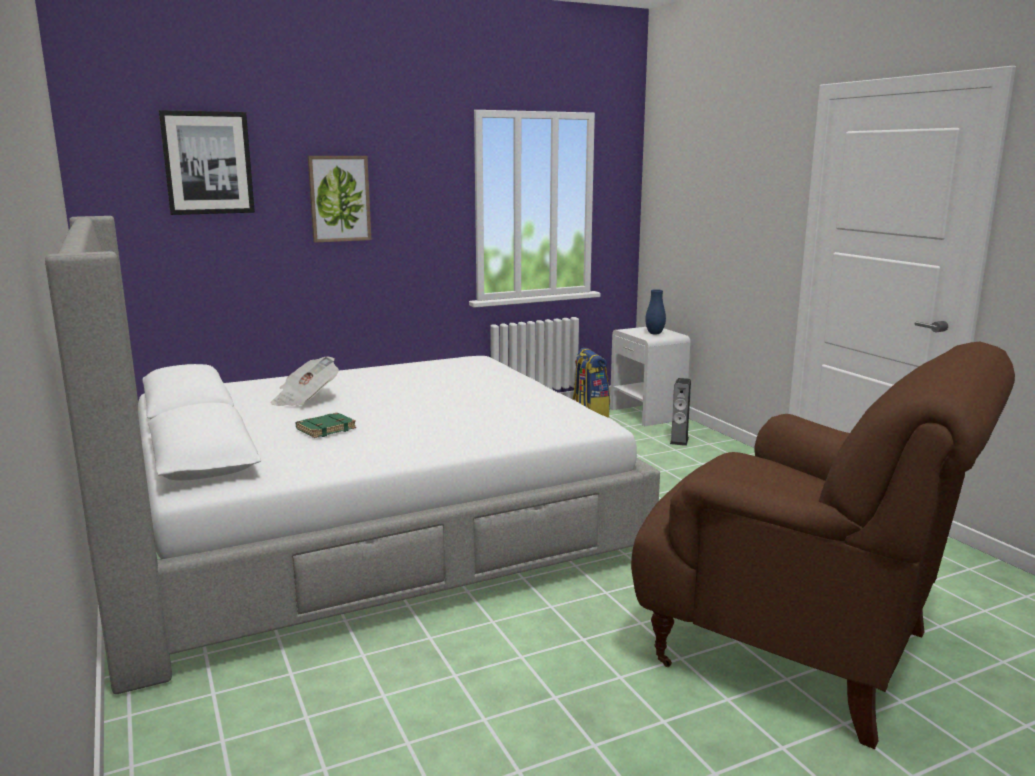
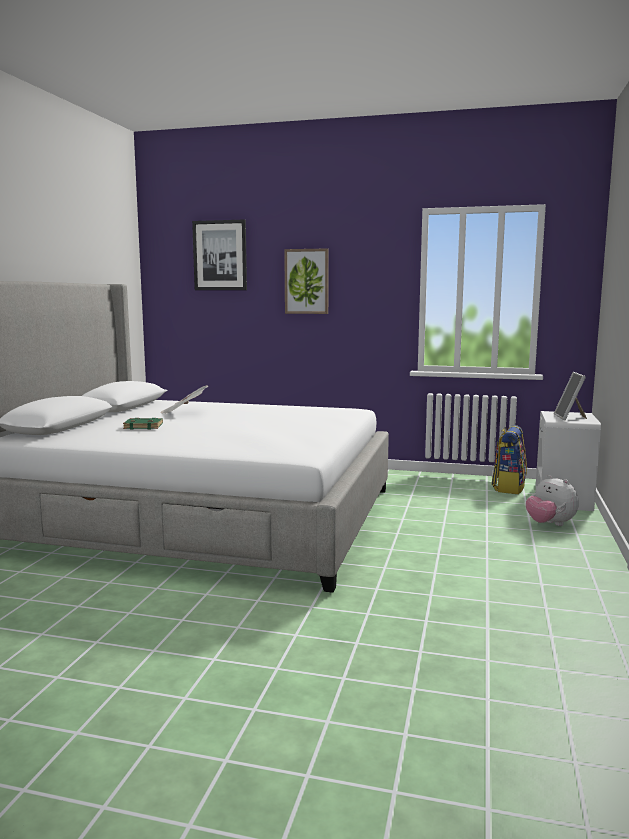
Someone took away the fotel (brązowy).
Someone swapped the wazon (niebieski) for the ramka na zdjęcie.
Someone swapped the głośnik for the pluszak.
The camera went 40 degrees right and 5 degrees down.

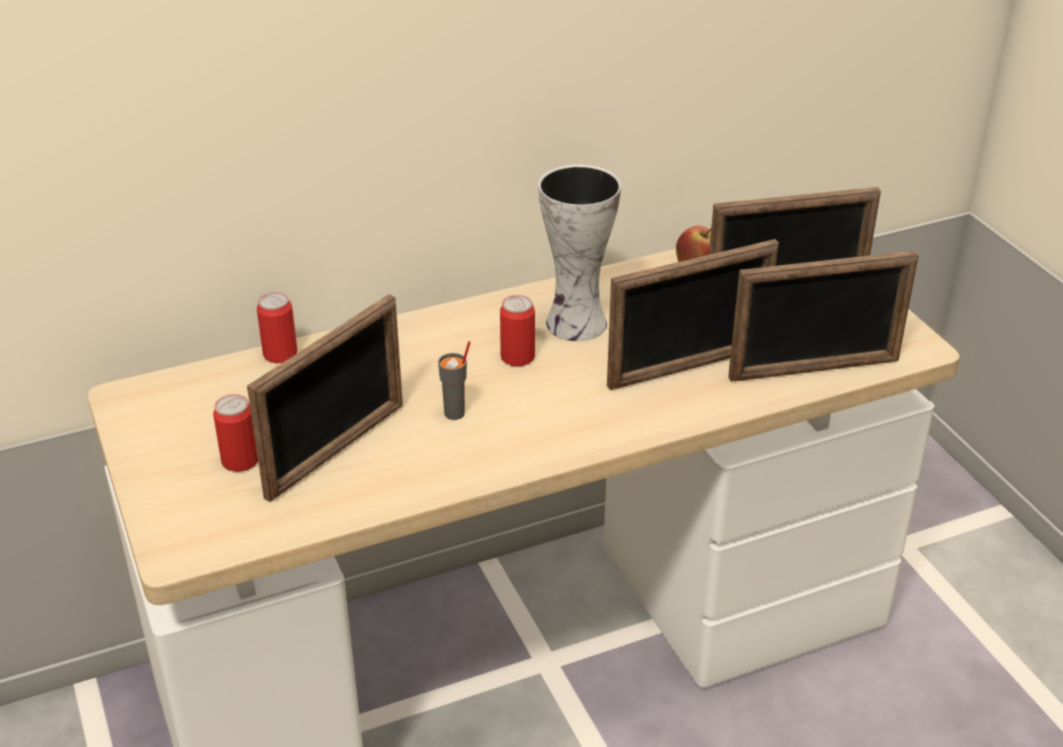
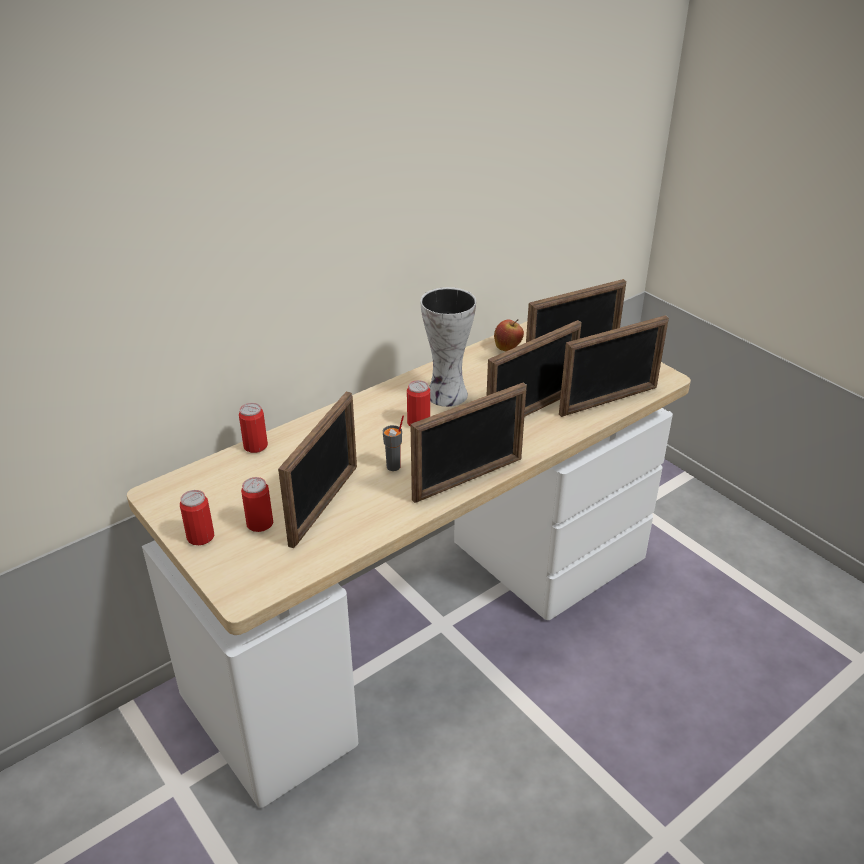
Someone put down the puszka (no. 1 from left).
Someone put down the ramka na zdjęcie (no. 2 from left).
The camera went 15 degrees left and 0 degrees up.

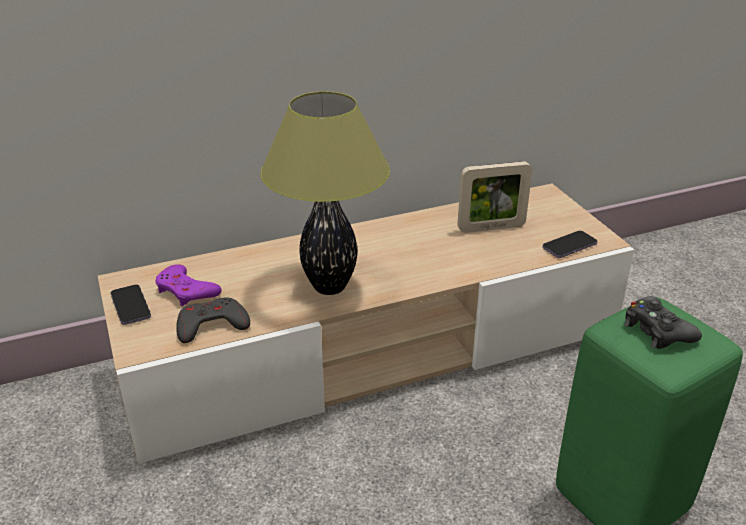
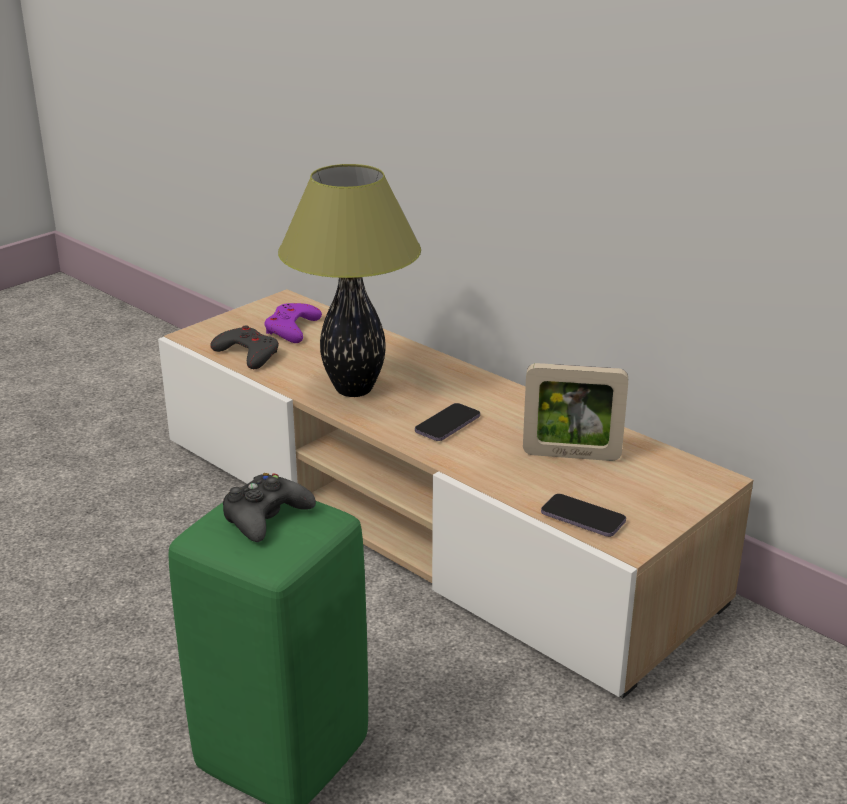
Someone carried the telefon (no. 1 from left).
Someone rotated the ramka na zdjęcie by 45 degrees counterclockwise.
The camera went 65 degrees right and 5 degrees down.

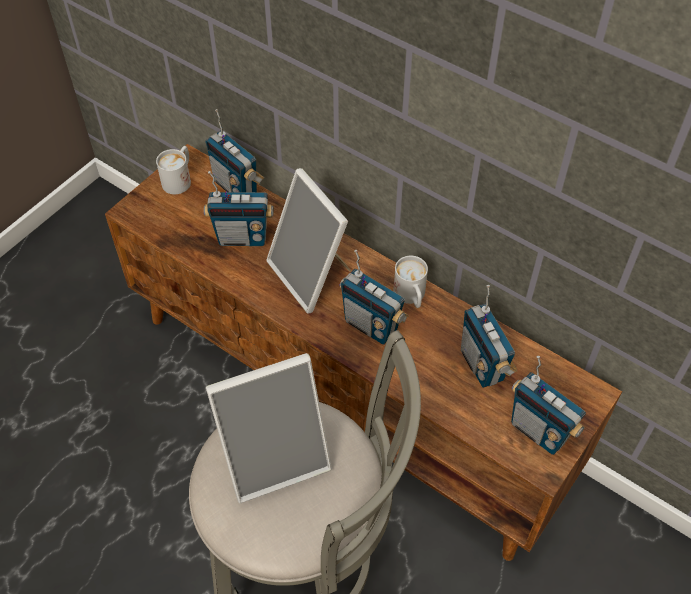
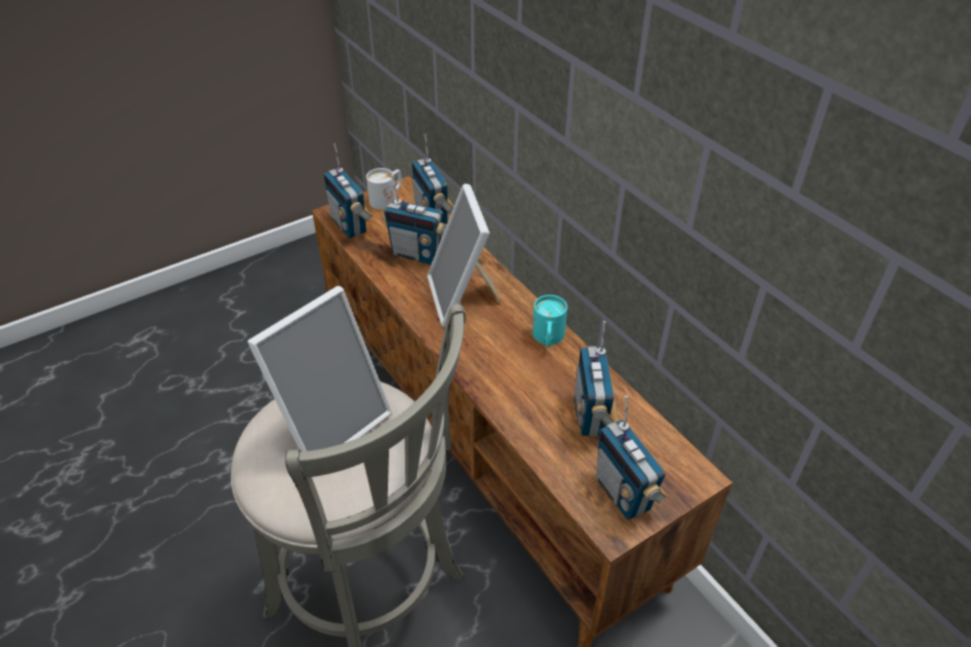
Someone rotated the ramka na zdjęcie (no. 1 from left) by 45 degrees counterclockwise.
Someone carried the radio (no. 3 from left in the first image).
Someone repainted the kubek (biały) (no. 2 from left), which became the kubek (turkusowy).
The camera went 20 degrees right and 10 degrees down.

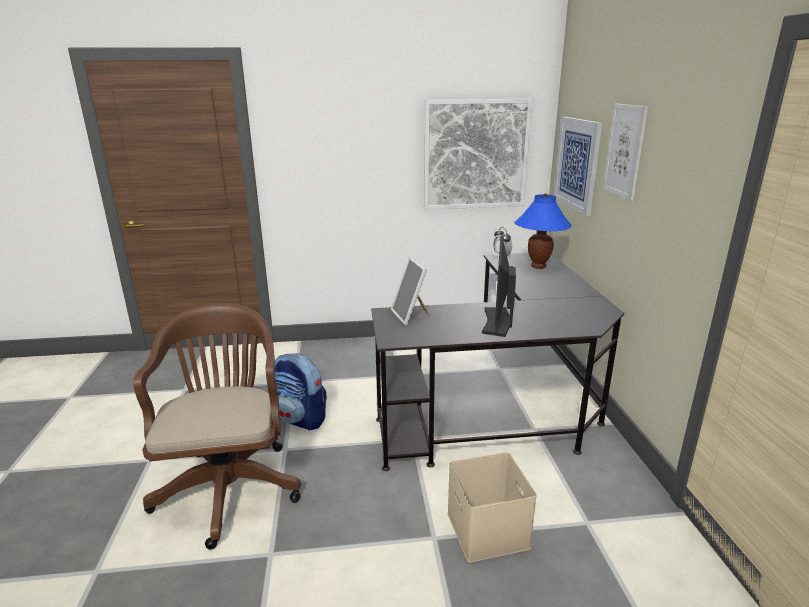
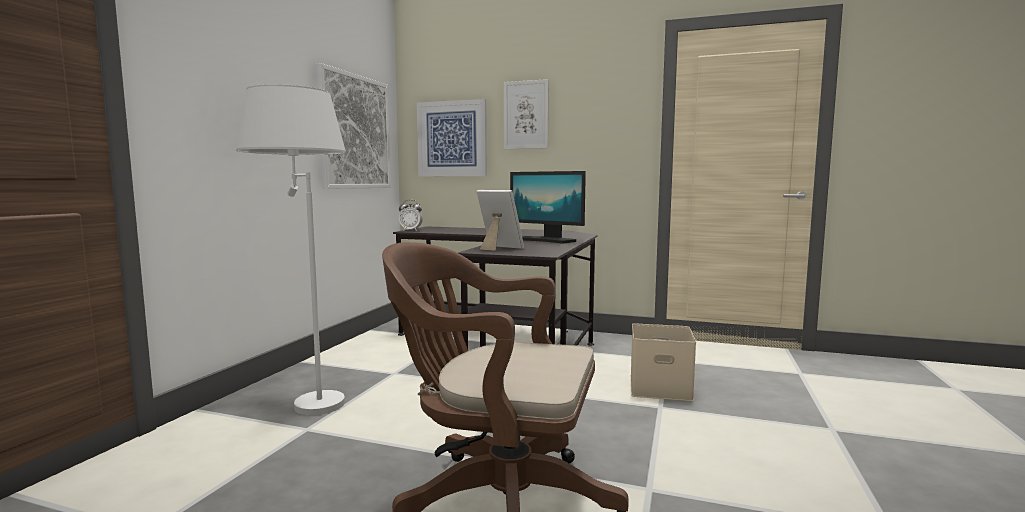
Someone took away the plecak.
Someone rotated the ramka na zdjęcie by 150 degrees counterclockwise.
Someone took away the lampa stołowa (niebieski).
Someone put down the lampa stojąca (biały).
The camera went 65 degrees left and 15 degrees down.

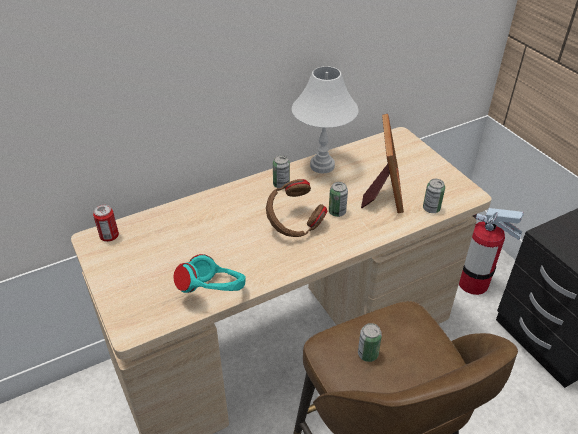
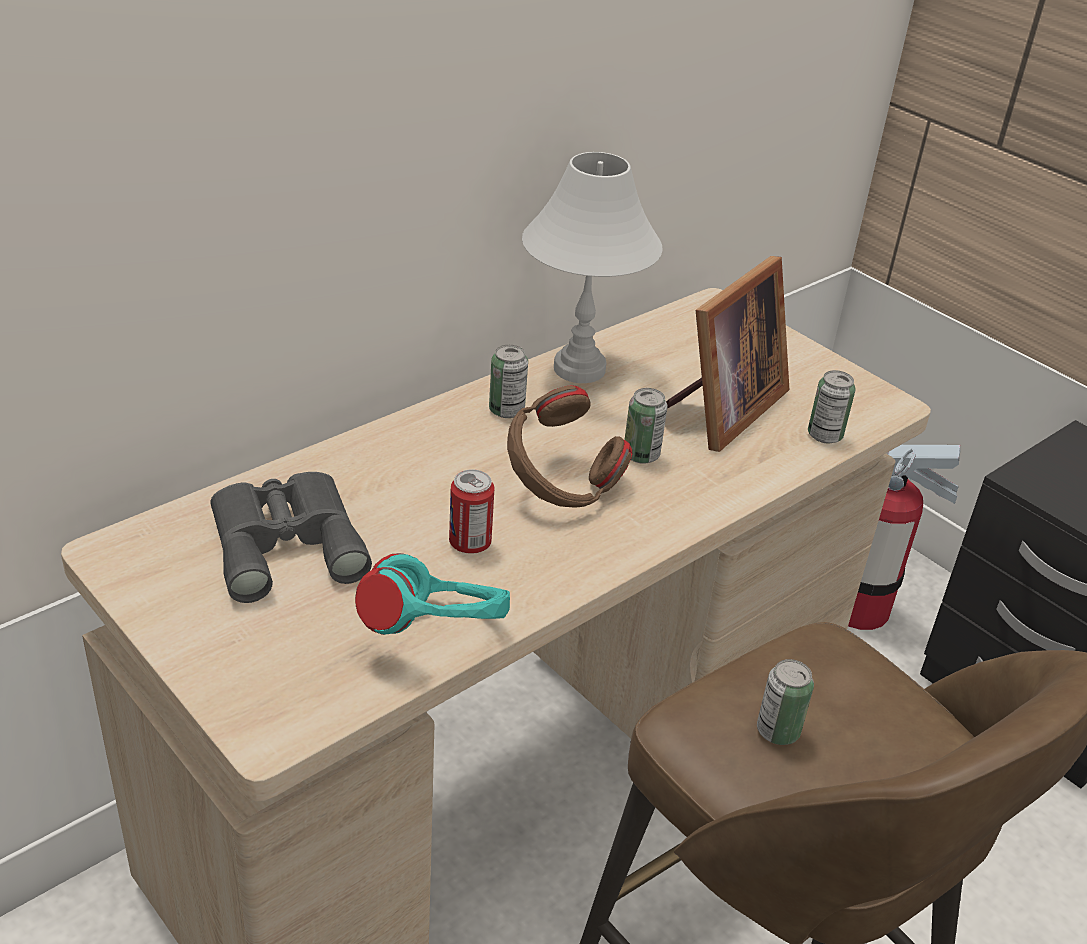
Someone carried the puszka (no. 1 from left).
Someone rotated the ramka na zdjęcie by 45 degrees clockwise.
Someone put down the lornetka (szary).
The camera went 15 degrees left and 5 degrees down.

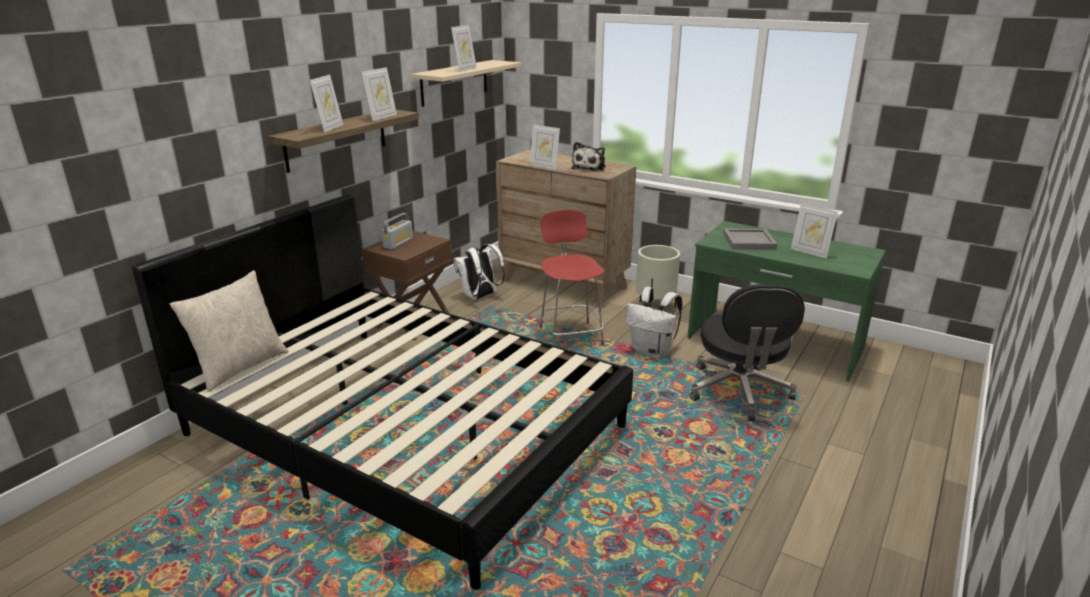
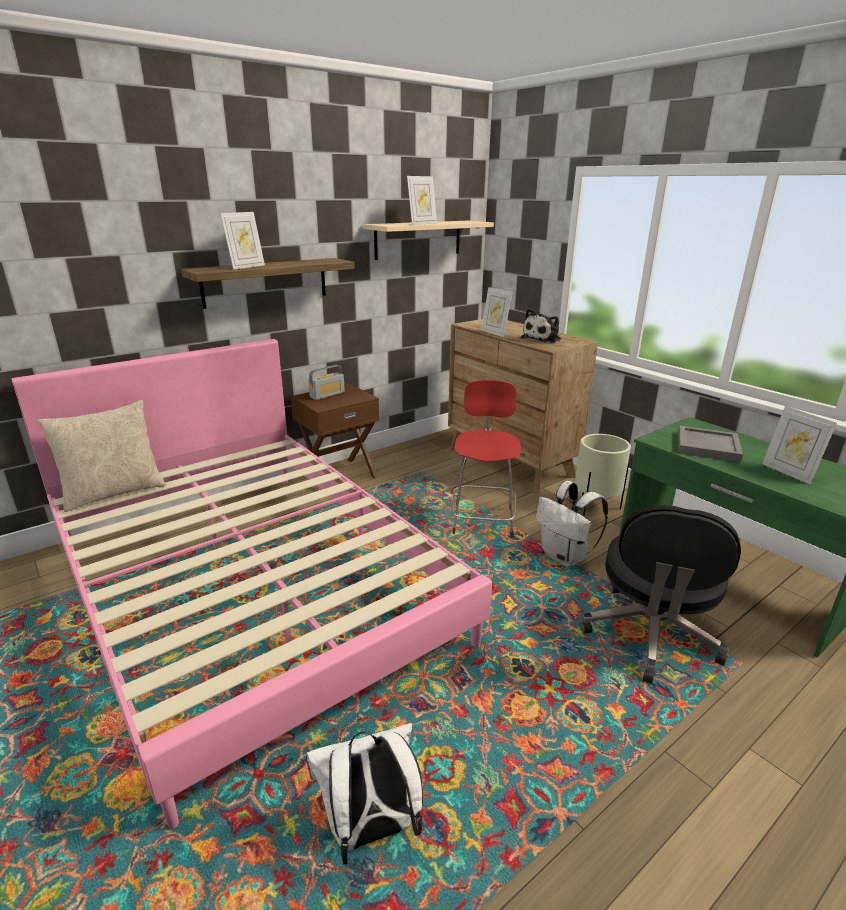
Someone repainted the łóżko (czarny), which became the łóżko (różowy).
Someone took away the ramka na zdjęcie (no. 2 from left).
Someone carried the plecak (biały) (no. 1 from left).
The camera went 20 degrees right and 0 degrees up.

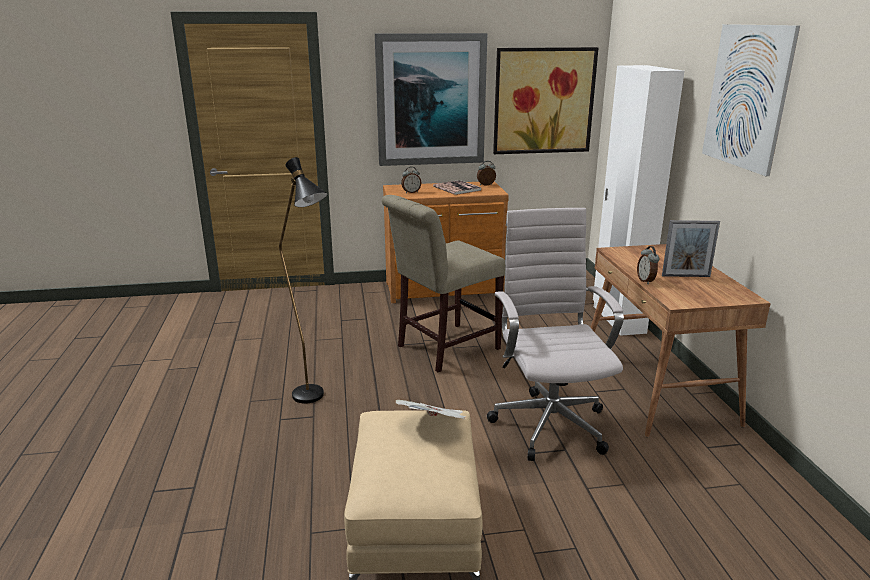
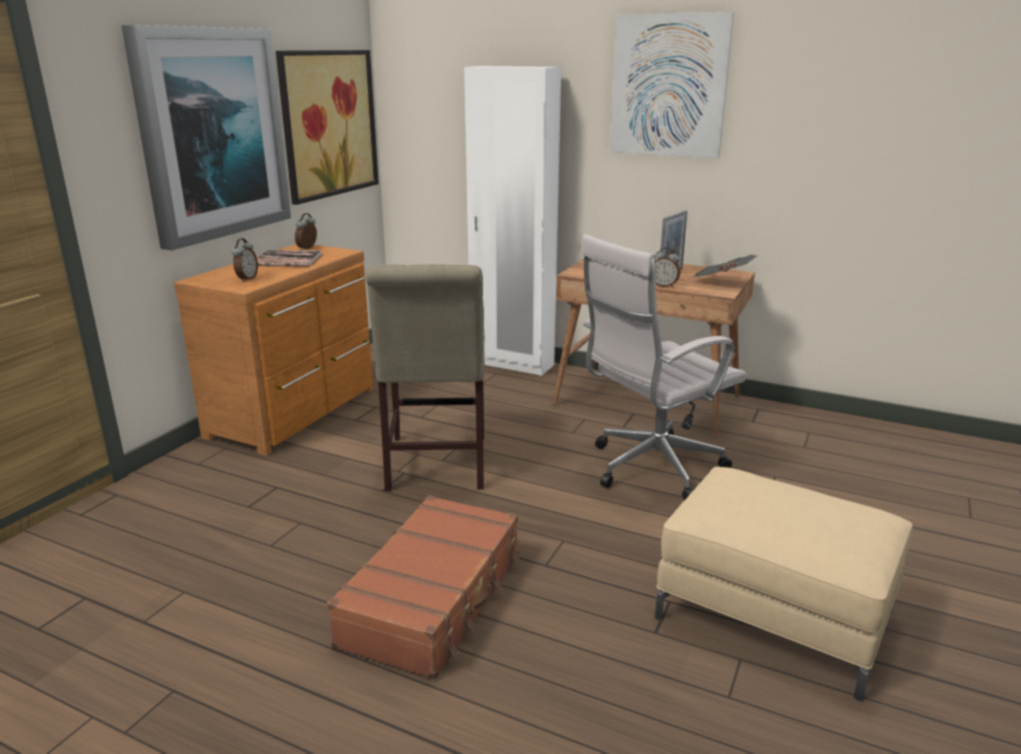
Someone swapped the lampa stojąca (czarny) for the walizka (brązowy).
Someone carried the gazeta.
Someone rotated the krzesło biurowe (biały) by 60 degrees counterclockwise.
The camera went 55 degrees left and 0 degrees up.

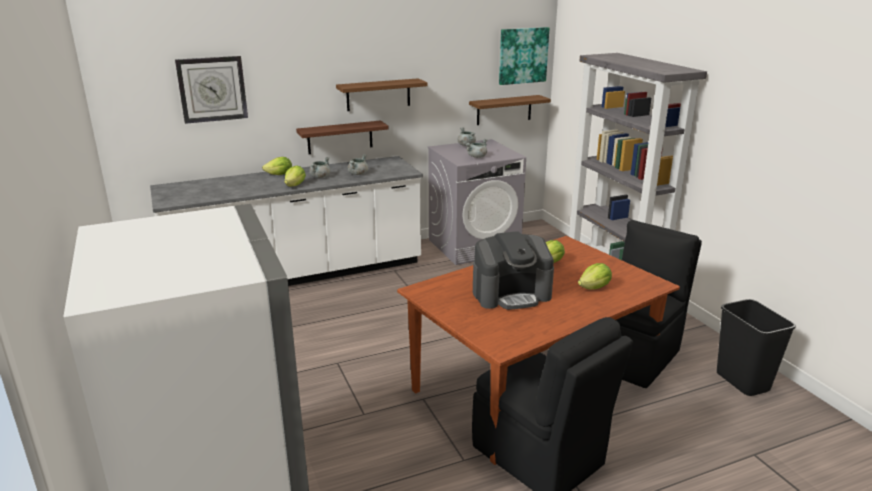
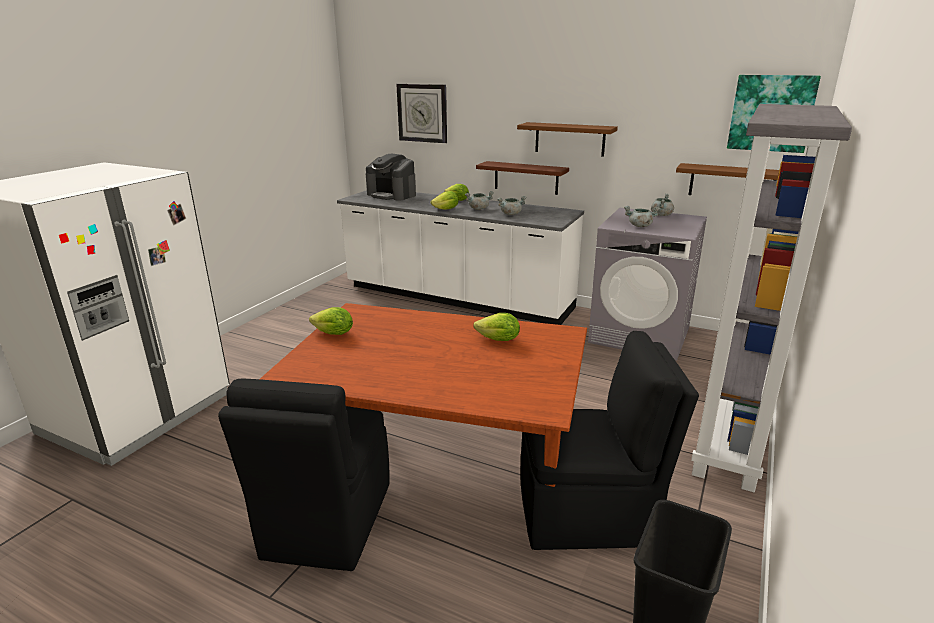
Someone carried the ekspres do kawy.
Someone carried the sałata (no. 4 from left in the first image).
The camera went 50 degrees right and 0 degrees up.

